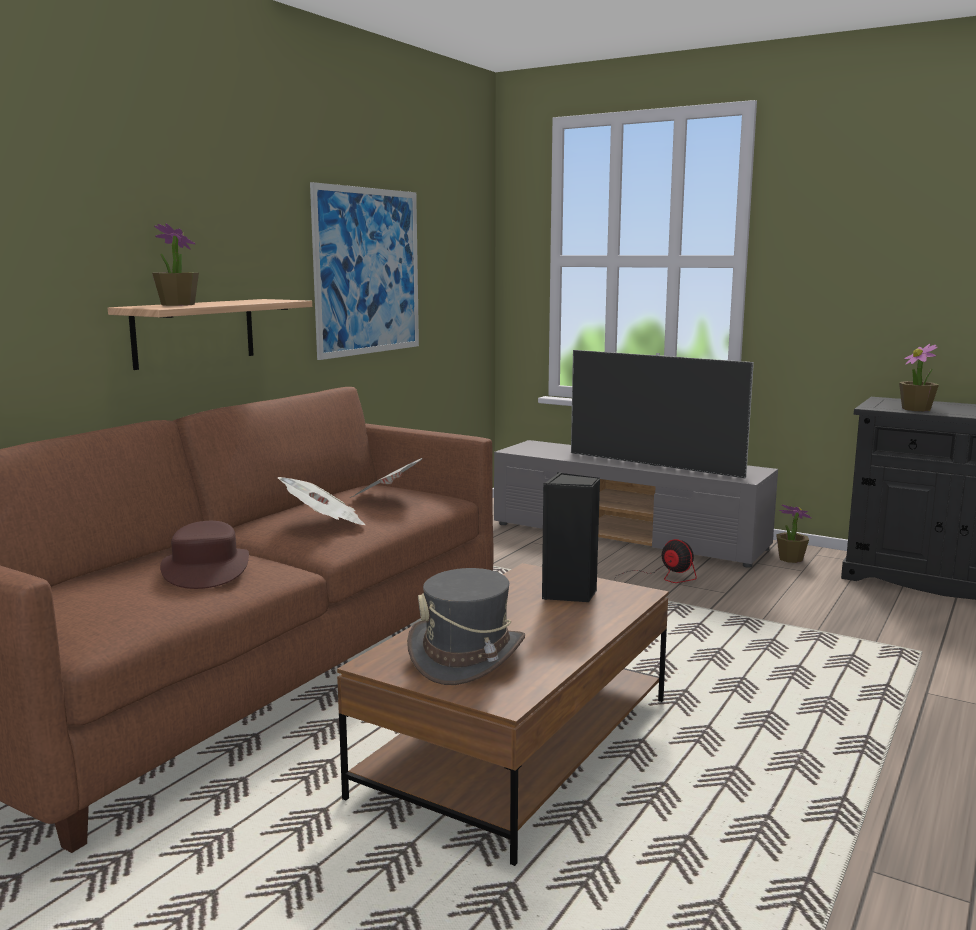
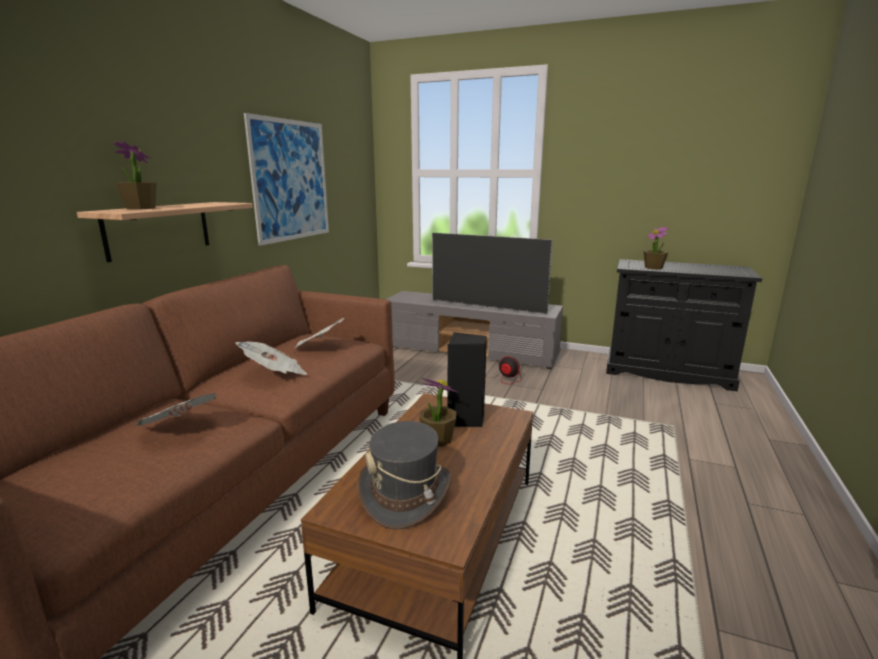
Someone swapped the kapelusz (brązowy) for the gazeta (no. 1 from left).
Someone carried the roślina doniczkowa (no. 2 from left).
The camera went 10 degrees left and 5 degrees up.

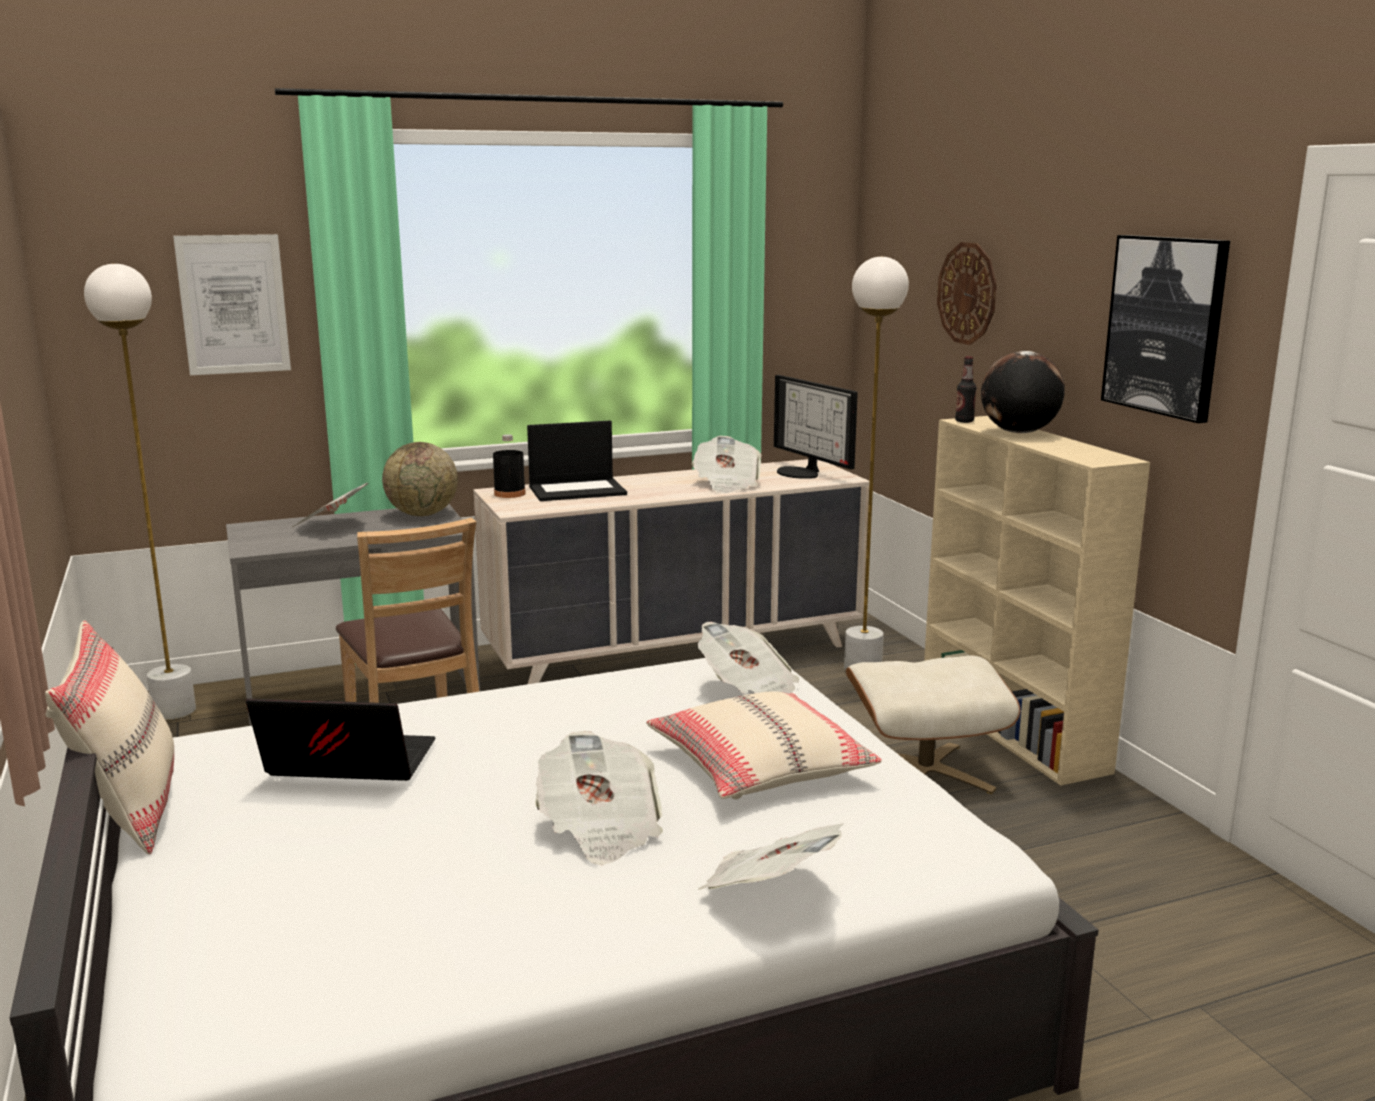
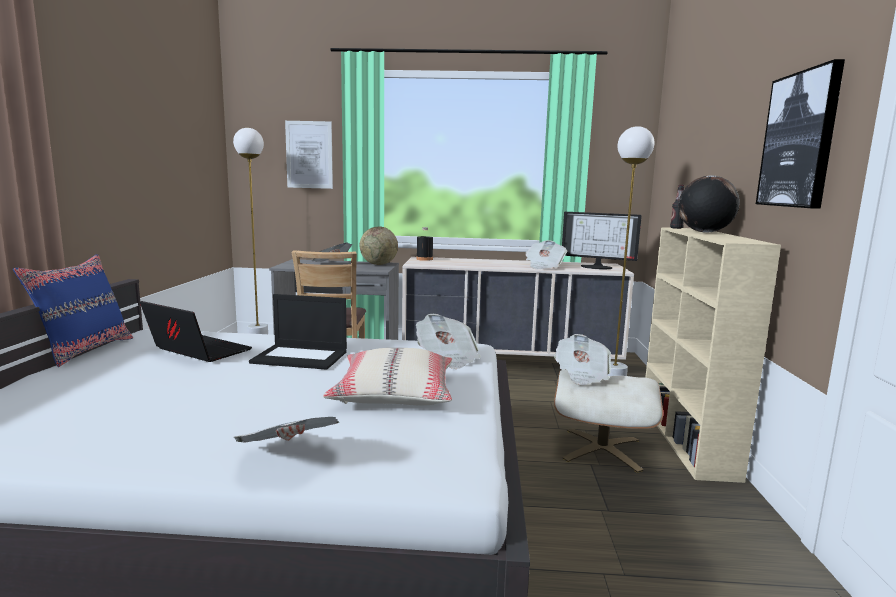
Someone repainted the poduszka (beżowy) (no. 1 from left), which became the poduszka (niebieski).
Someone carried the laptop (no. 2 from left).
Someone carried the gazeta (no. 2 from left in the first image).
Someone rotated the monitor by 60 degrees counterclockwise.
Someone took away the zegar ścienny.
The camera went 25 degrees right and 5 degrees down.

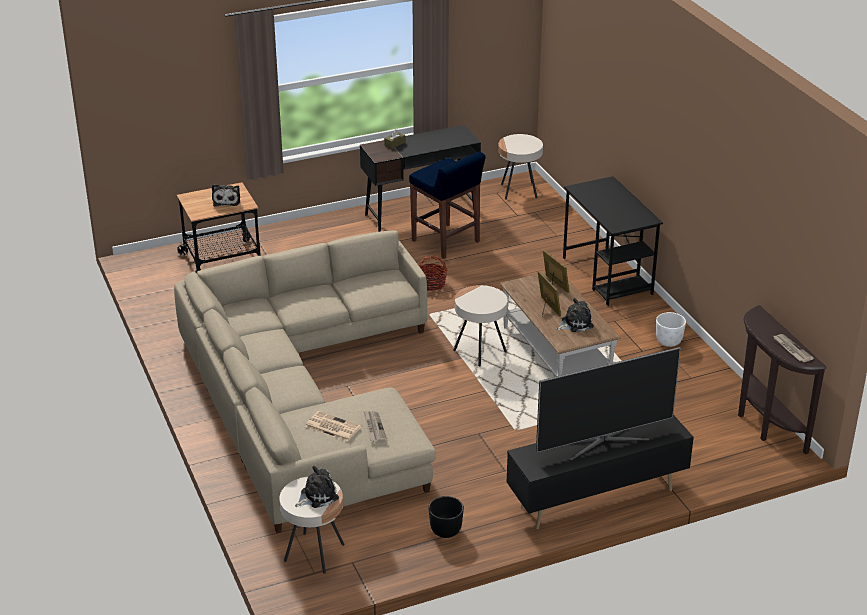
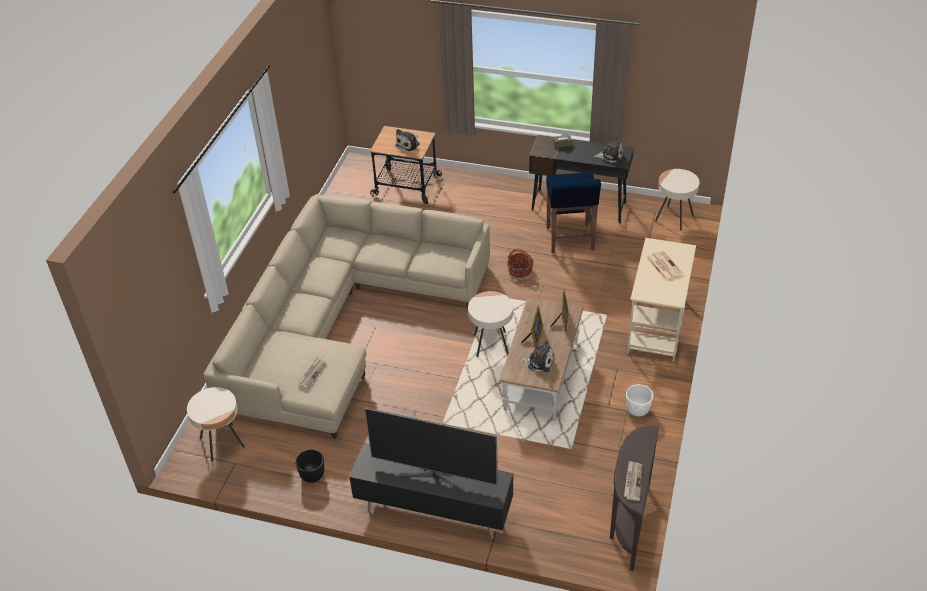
Someone carried the pluszak (no. 2 from left in the first image).
Someone carried the gazeta (no. 1 from left in the first image).
Someone repainted the biurko (czarny) (no. 2 from left), which became the biurko (beżowy).
The camera went 40 degrees right and 10 degrees up.

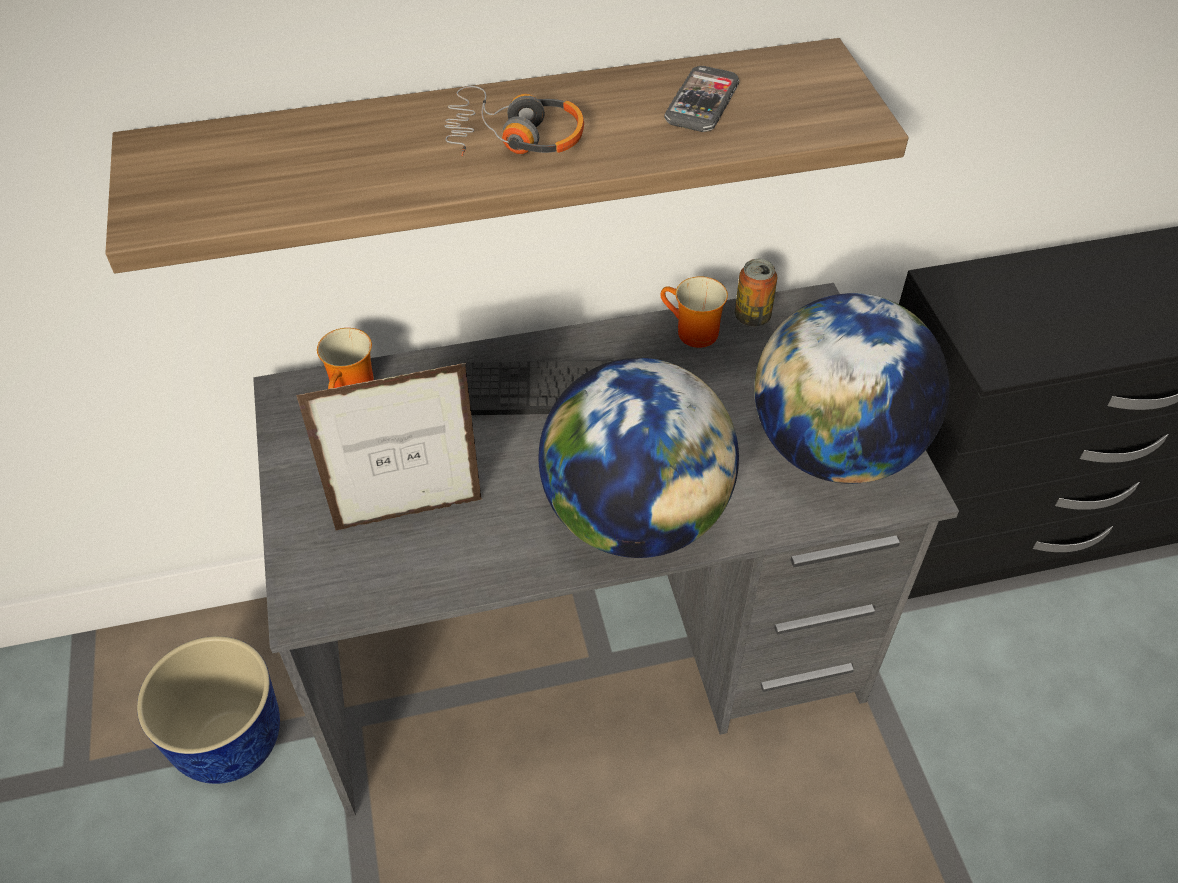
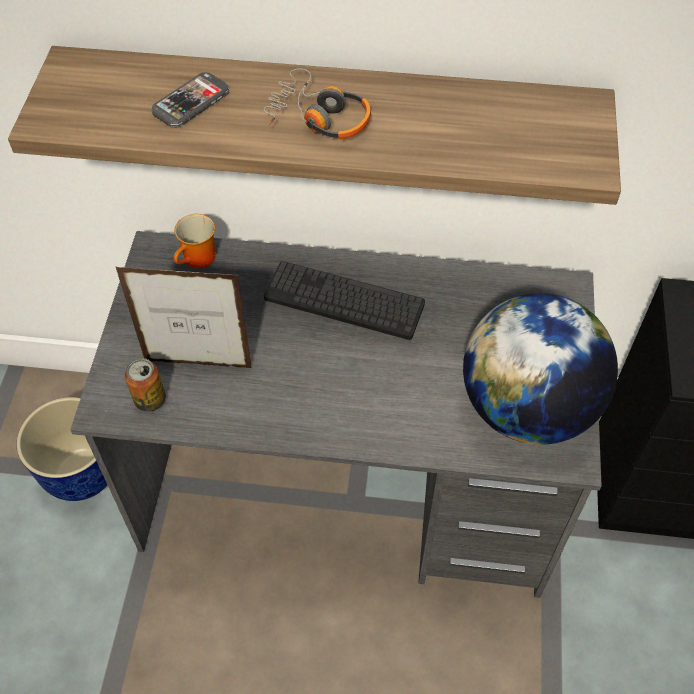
Someone took away the globus (no. 1 from left).
Someone took away the kubek (no. 2 from left).
Someone carried the telefon.
Someone carried the puszka.
The camera went 20 degrees right and 5 degrees up.

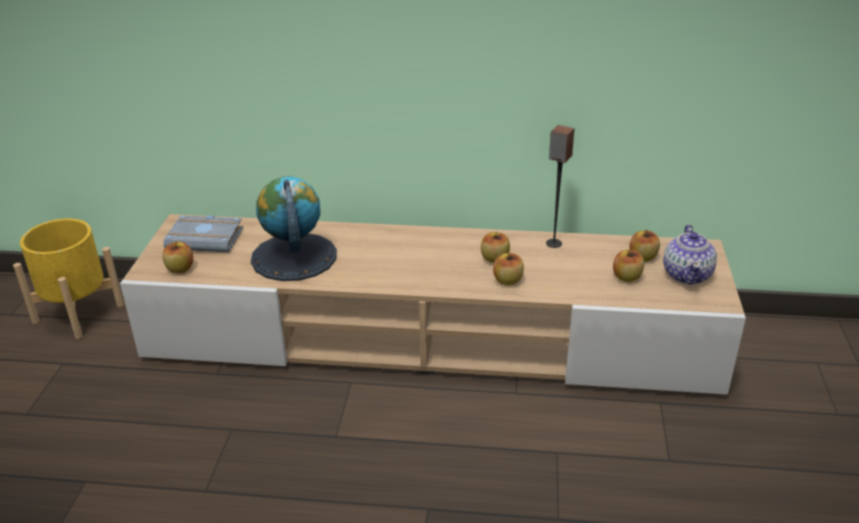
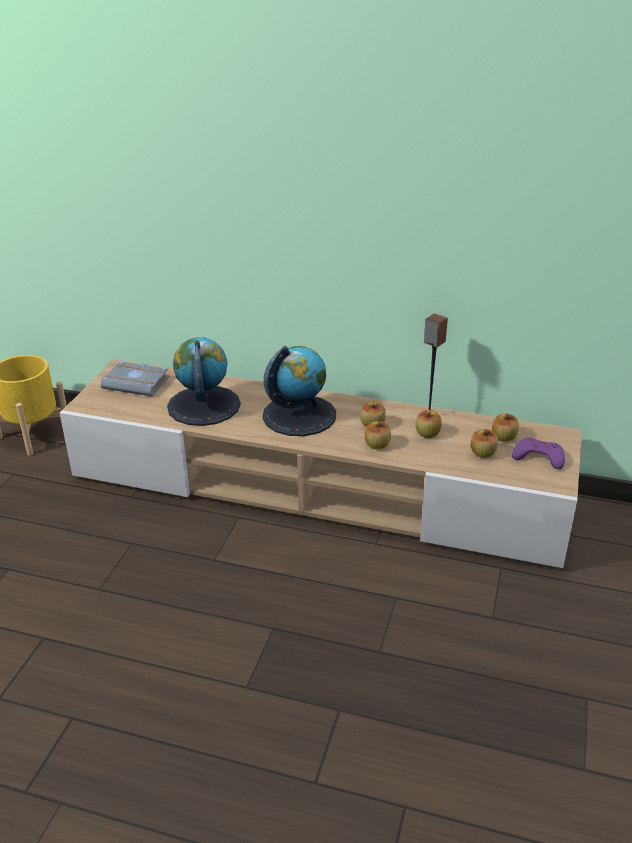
Someone carried the jabłko (no. 1 from left in the first image).
Someone swapped the imbryk for the pad do gier (fioletowy).
Someone put down the globus (no. 2 from left).
The camera went 10 degrees right and 0 degrees up.

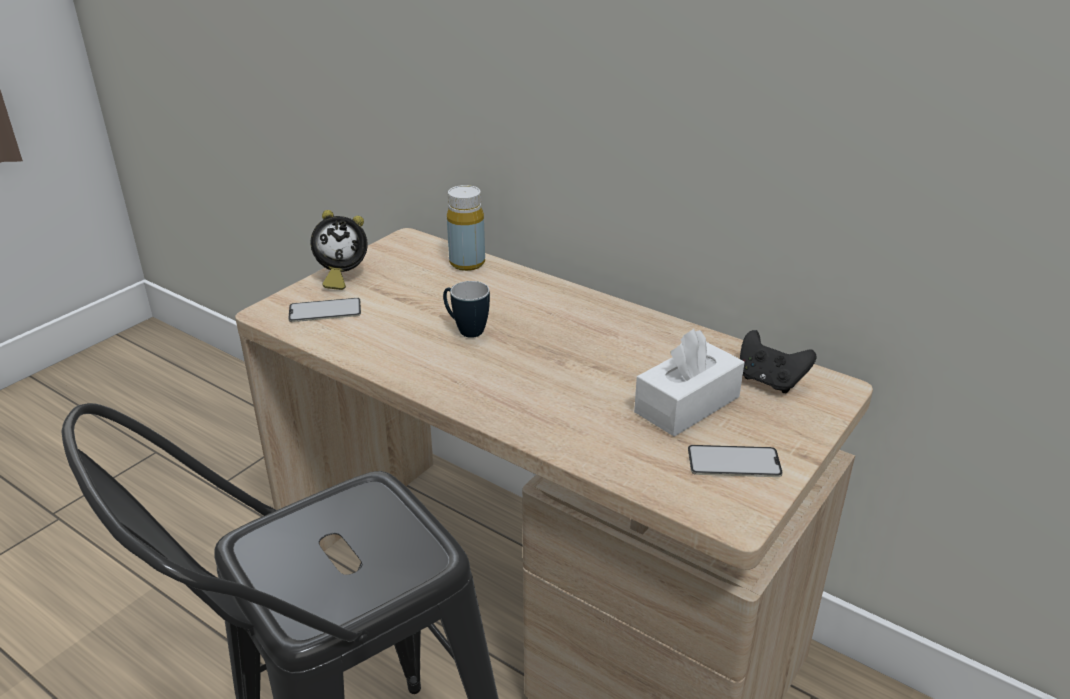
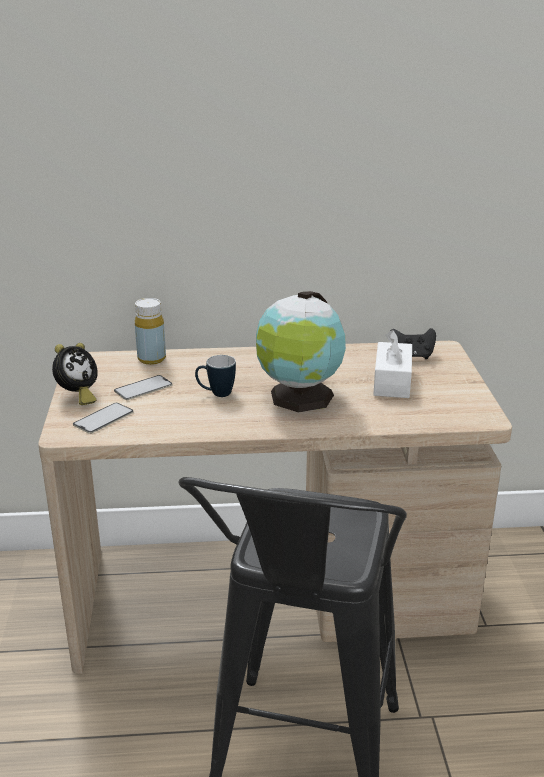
Someone carried the telefon (no. 2 from left).
Someone put down the globus.
The camera went 40 degrees left and 5 degrees down.

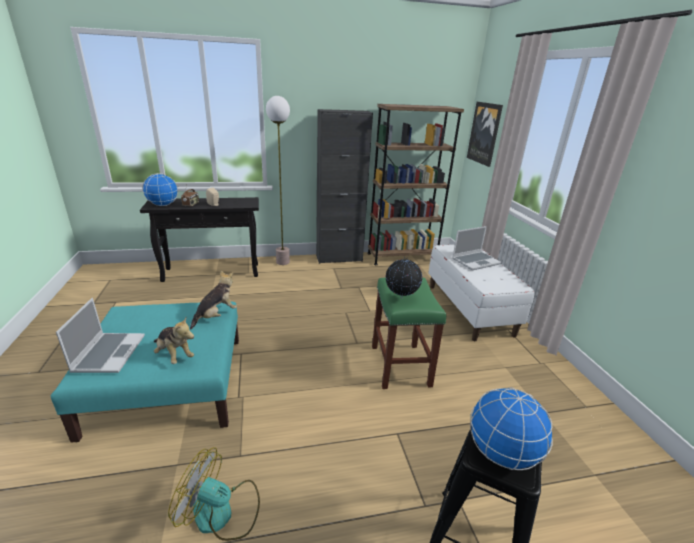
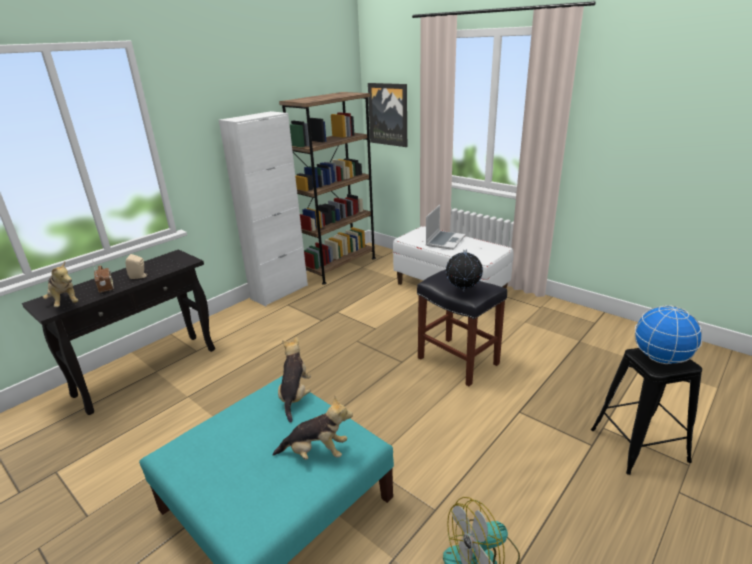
Someone took away the laptop (no. 1 from left).
Someone swapped the globus (no. 1 from left) for the pluszak (no. 1 from left).
Someone took away the lampa stojąca.
Someone repainted the szafka (czarny), which became the szafka (biały).
Someone repainted the stołek (zielony), which became the stołek (czarny) (no. 1 from left).
The camera went 35 degrees left and 0 degrees up.

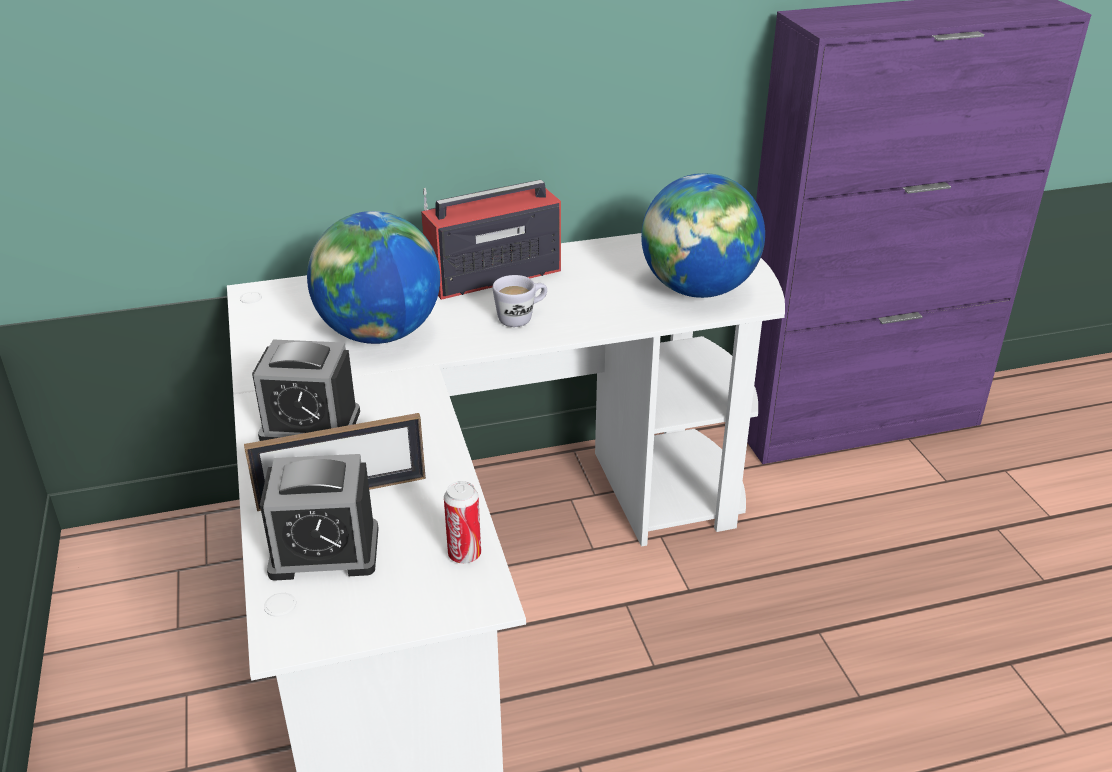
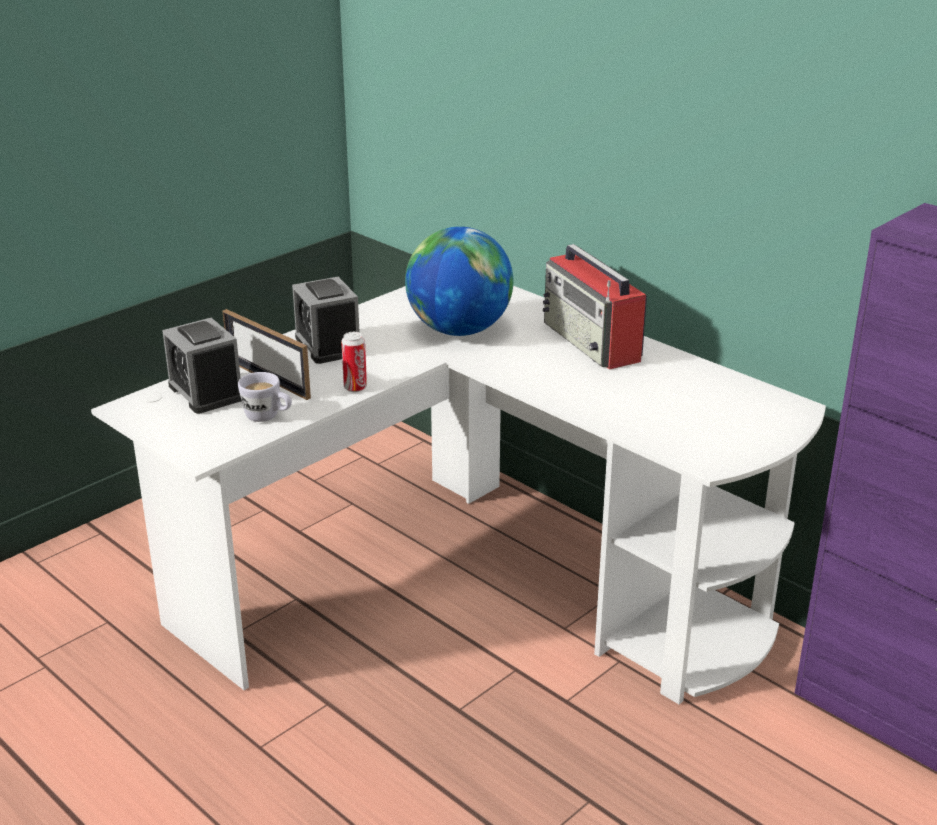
Someone rotated the radio by 150 degrees counterclockwise.
Someone carried the puszka.
Someone carried the kubek (biały).
Someone took away the globus (no. 2 from left).
The camera went 60 degrees right and 5 degrees down.

